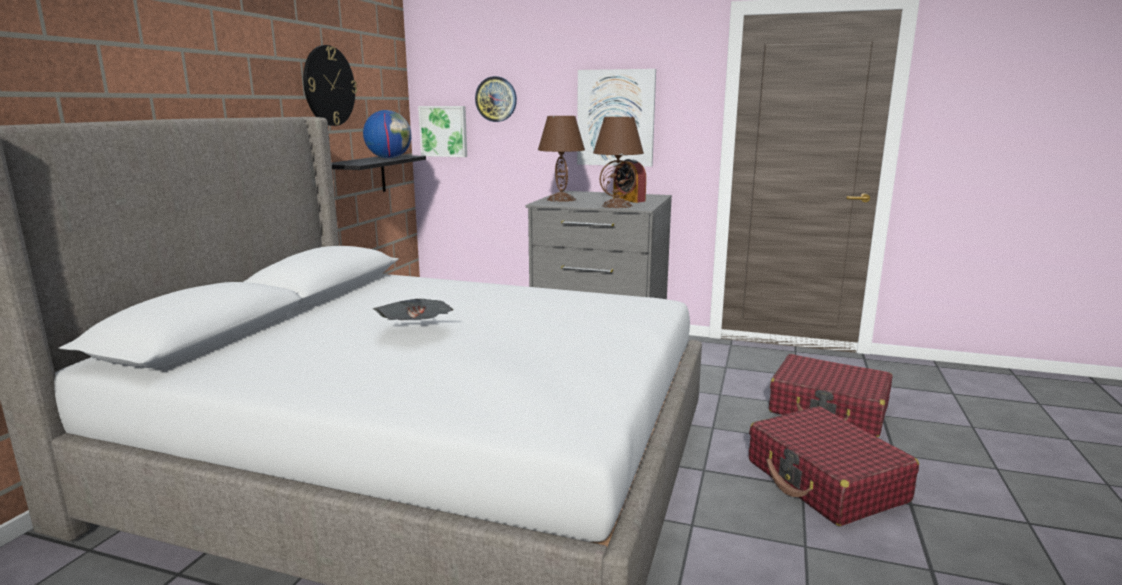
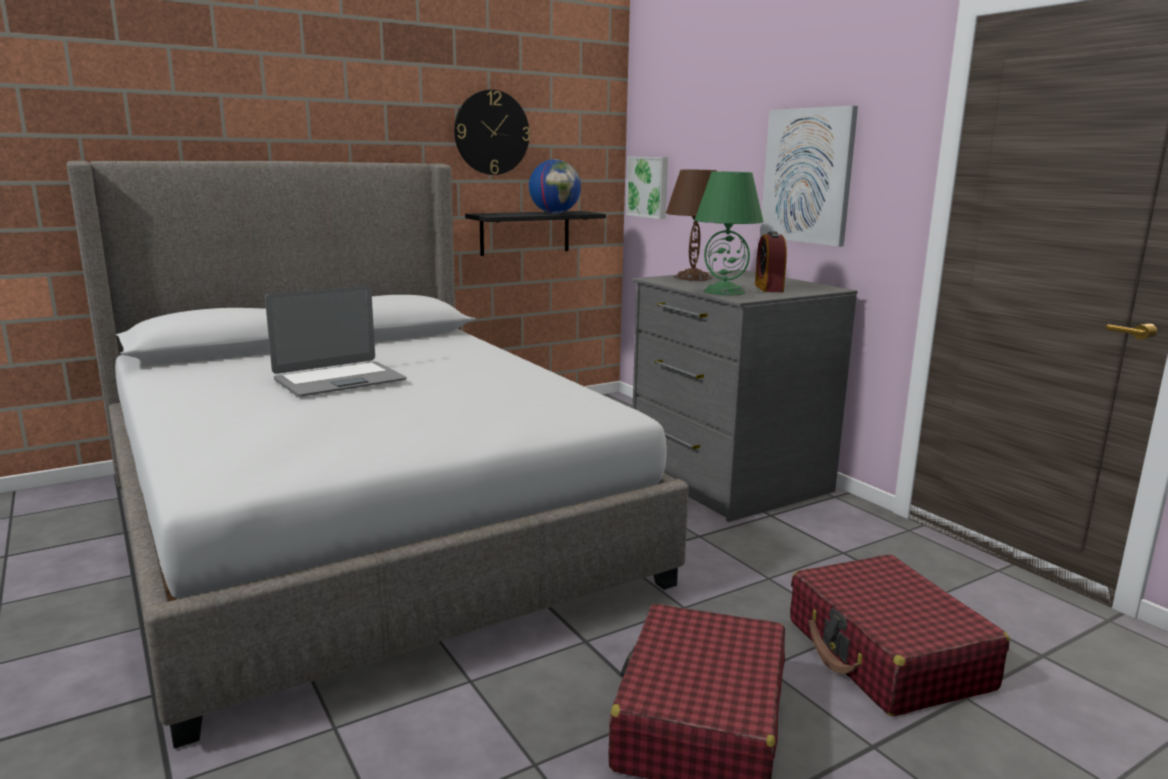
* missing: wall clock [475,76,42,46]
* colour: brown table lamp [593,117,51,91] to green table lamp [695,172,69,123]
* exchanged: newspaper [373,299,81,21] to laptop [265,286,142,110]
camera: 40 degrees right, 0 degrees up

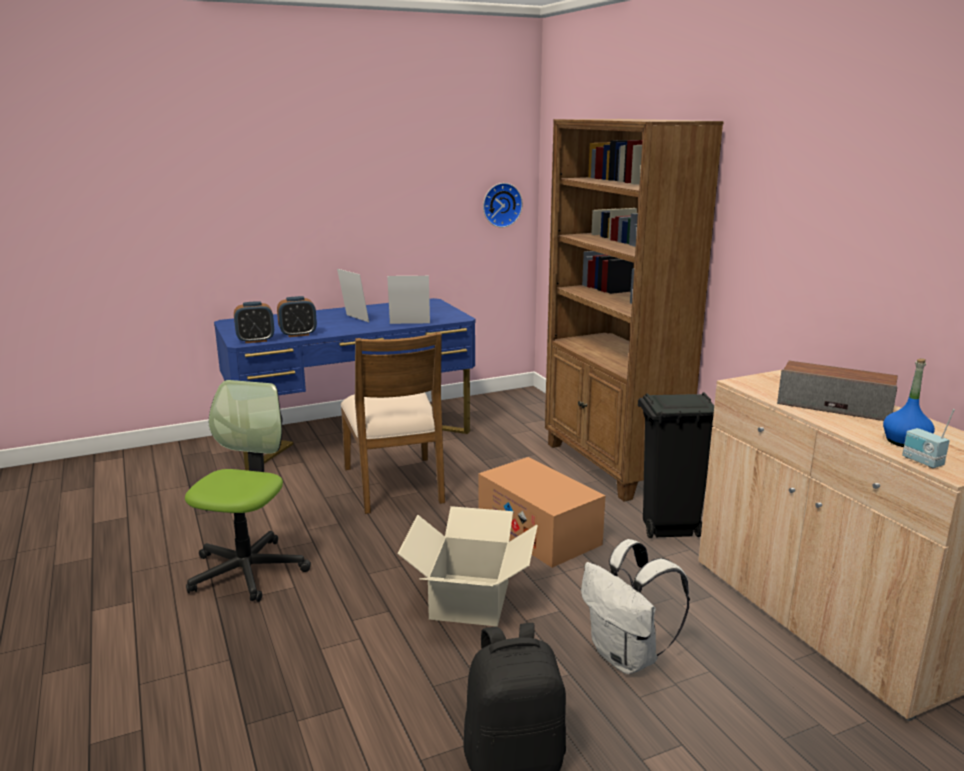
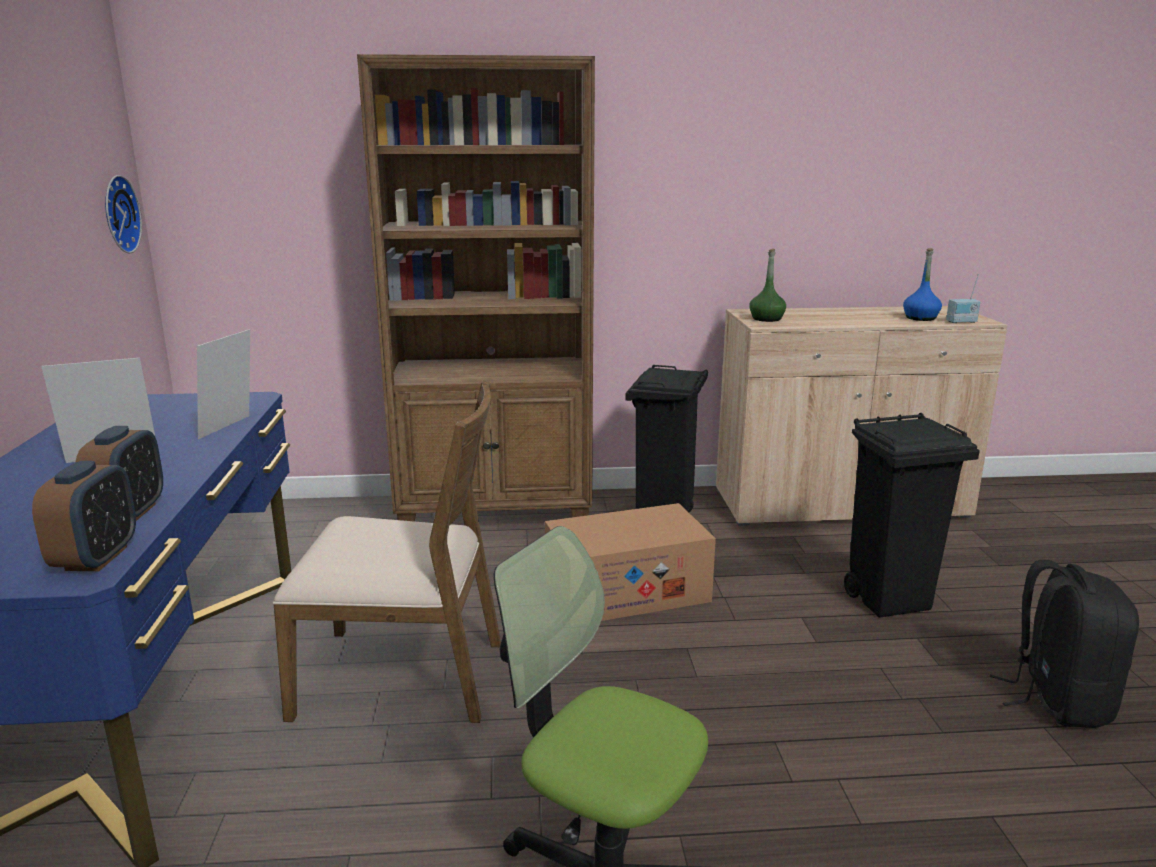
* missing: speaker [777,361,121,60]
* missing: cardboard box [398,506,140,121]
* exchanged: white backpack [581,539,109,135] to black trash can [844,413,136,205]
* appeared: green bottle [749,249,37,73]
camera: 70 degrees left, 0 degrees up

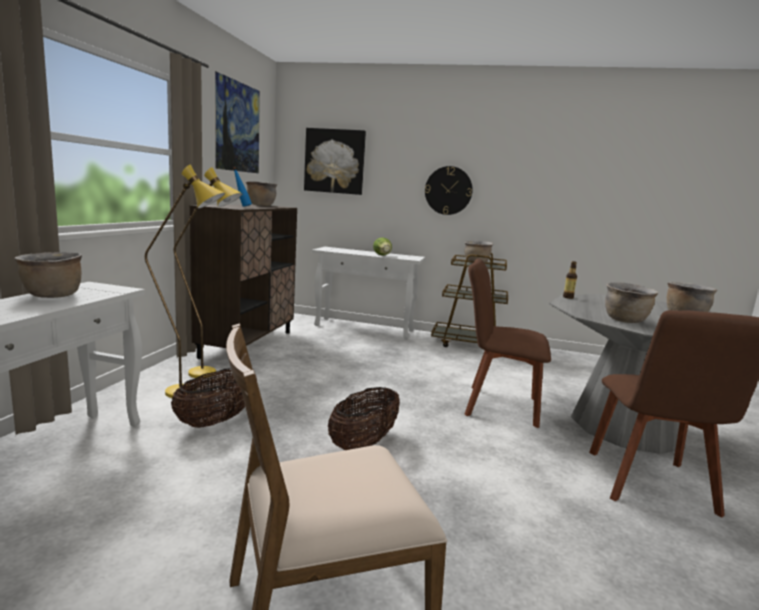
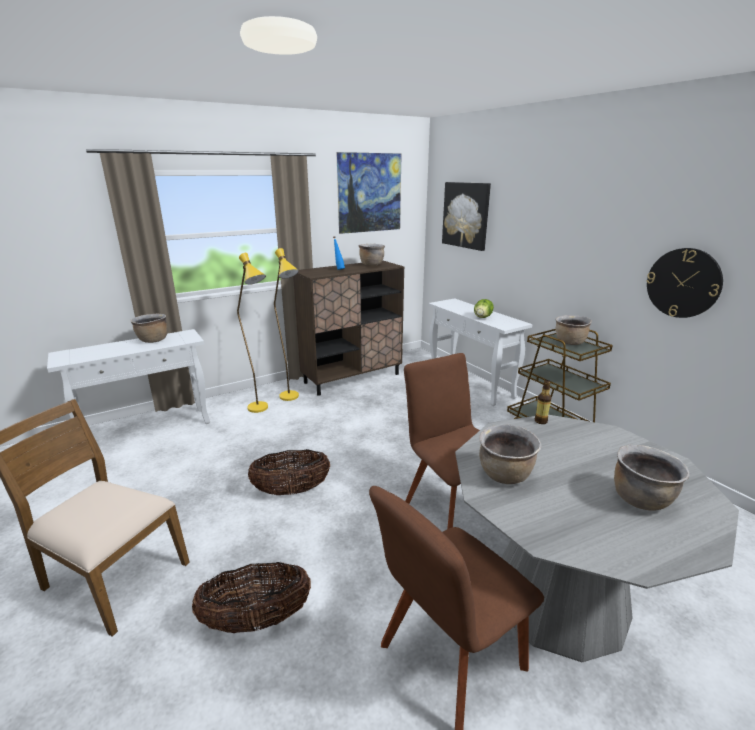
* relocated: wall clock [425,166,48,49] to [646,248,77,70]
* relocated: basket [171,368,86,60] to [192,562,119,71]
camera: 45 degrees right, 10 degrees up

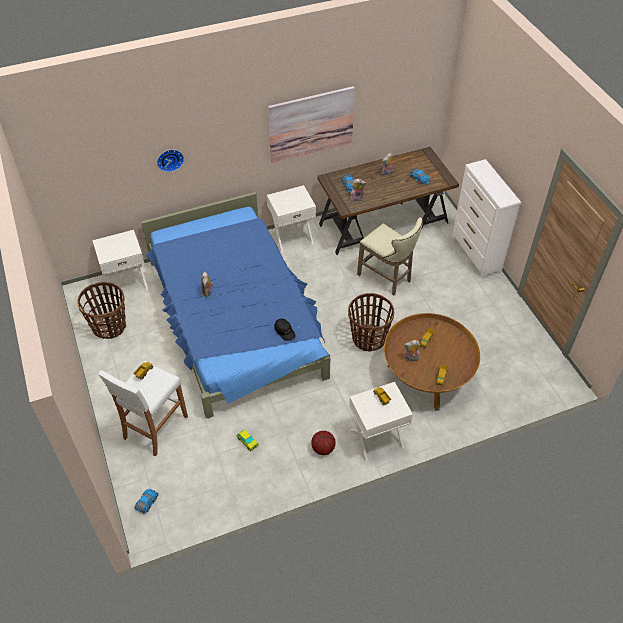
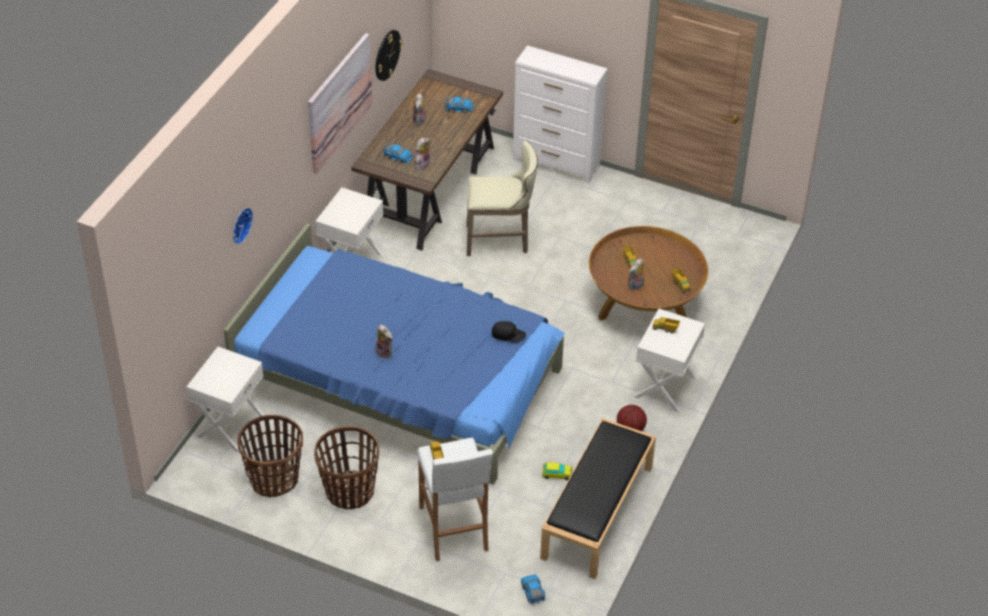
* relocated: basket [348,293,46,58] to [314,426,65,83]
* appeared: wall clock [376,30,26,51]
* appeared: black bench [540,418,116,161]
camera: 45 degrees left, 5 degrees down

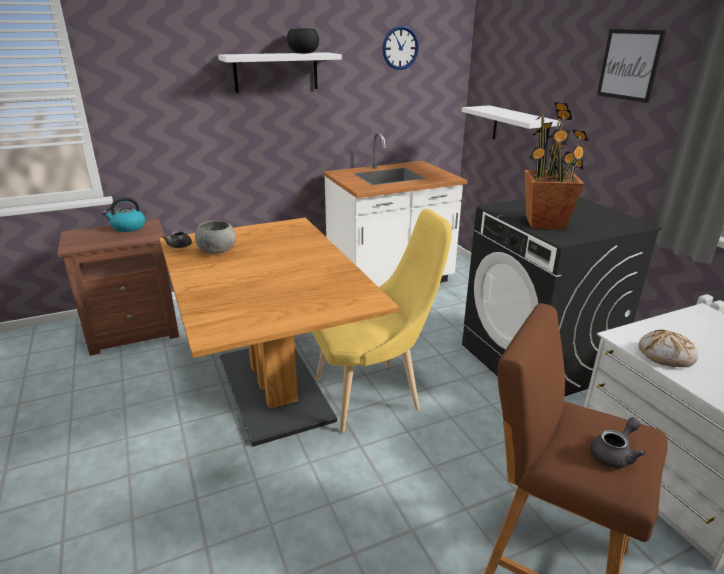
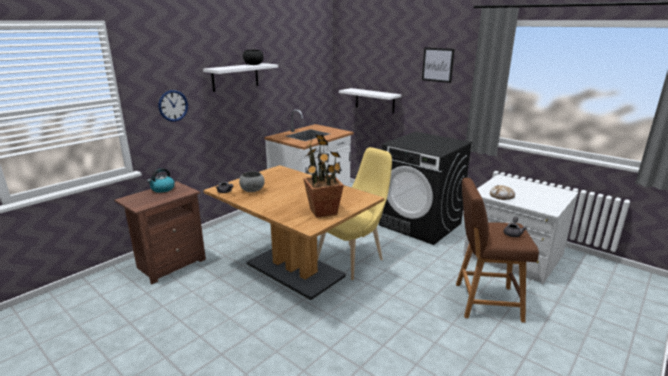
* relocated: wall clock [382,26,37,44] to [159,90,29,32]
* relocated: potted plant [524,102,65,128] to [303,135,41,83]
camera: 25 degrees left, 5 degrees down

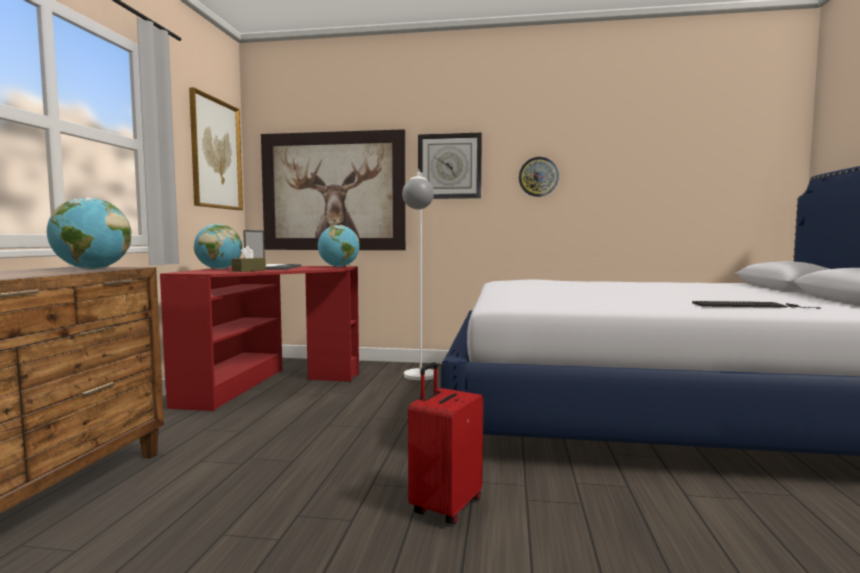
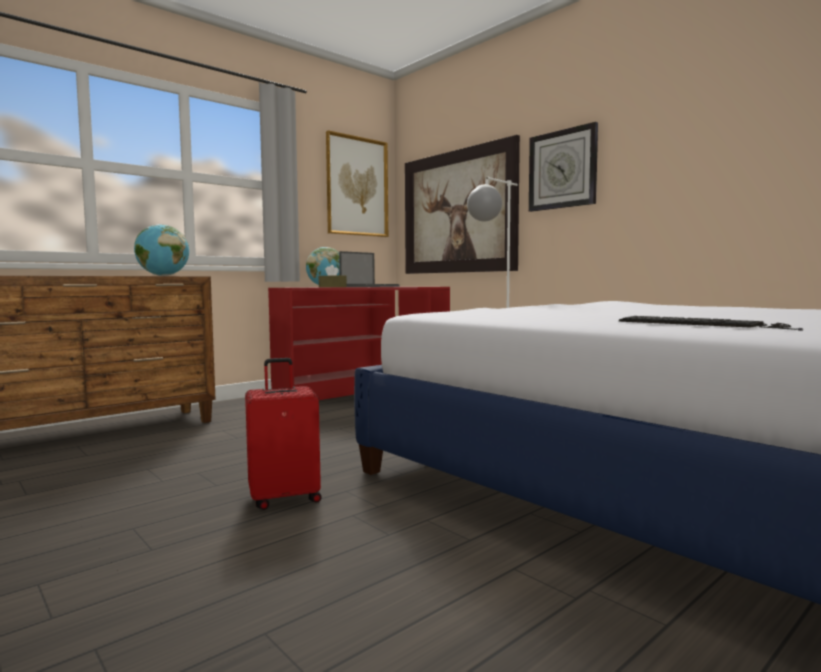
* missing: wall clock [519,157,40,40]
* missing: globe [318,225,41,42]
camera: 40 degrees right, 0 degrees up

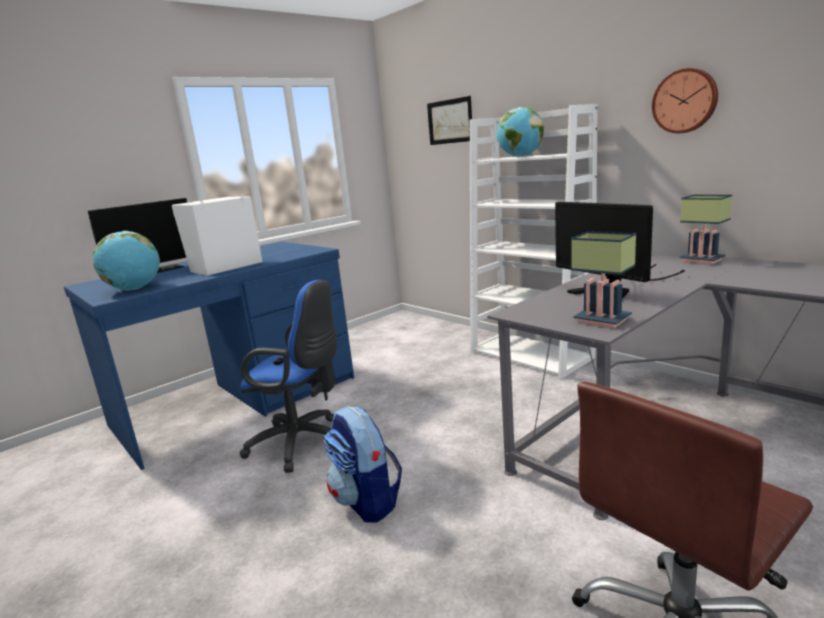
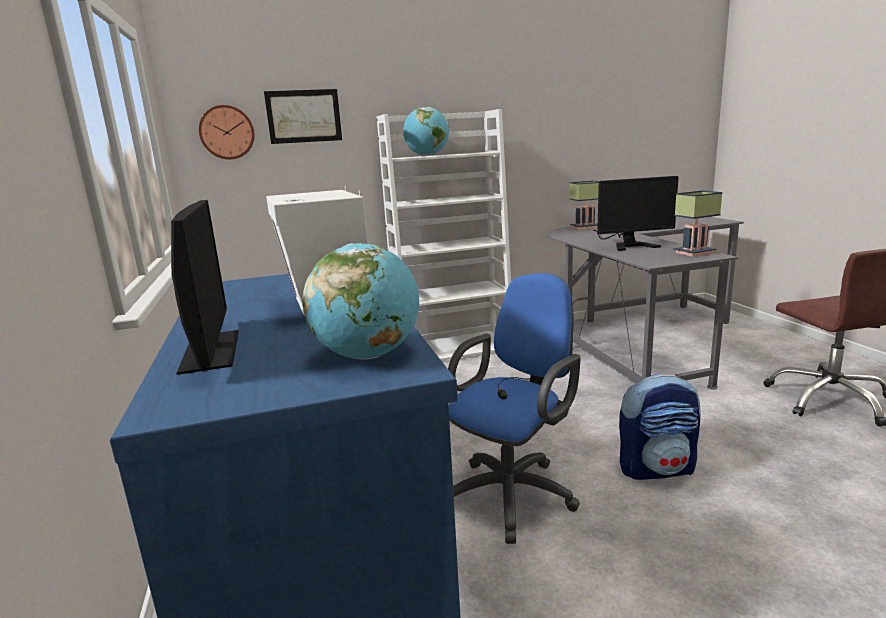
* relocated: wall clock [652,68,66,65] to [199,105,56,54]
camera: 65 degrees left, 0 degrees up

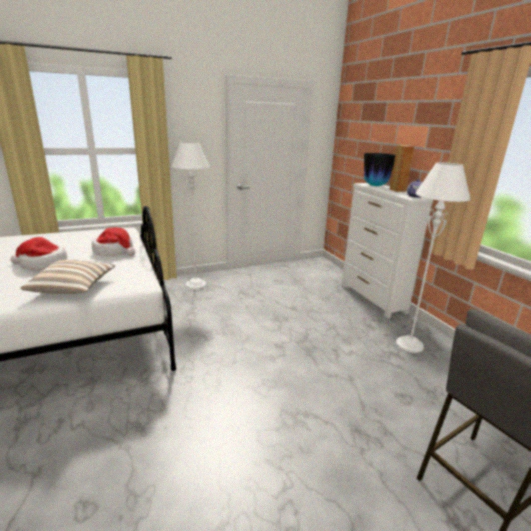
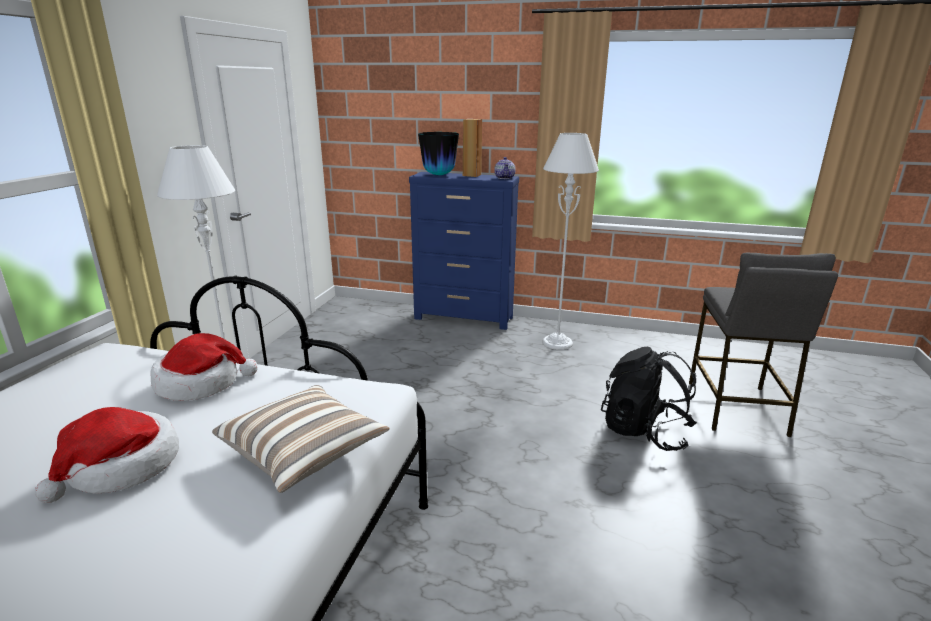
* colour: white dresser [341,183,92,135] to blue dresser [409,172,110,158]
* appeared: black backpack [601,347,96,104]
camera: 50 degrees left, 0 degrees up

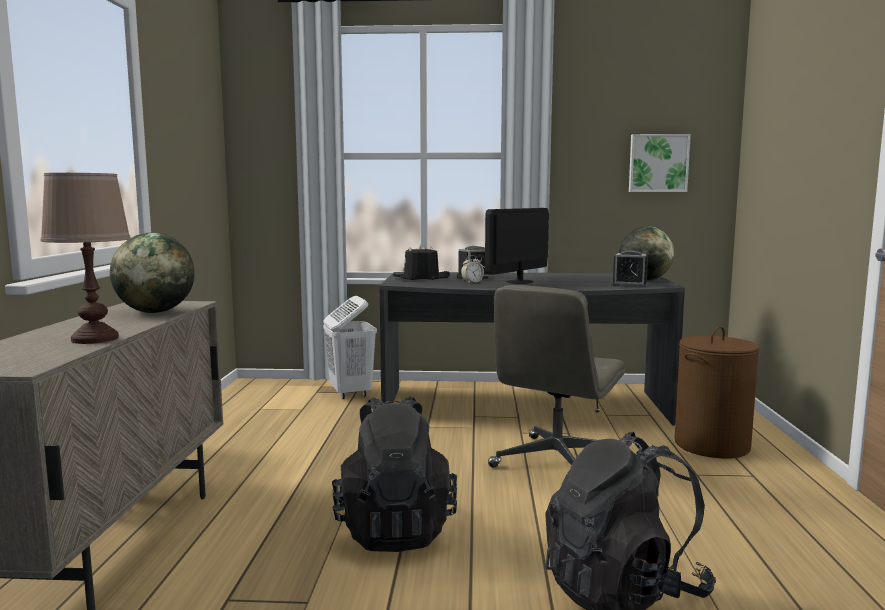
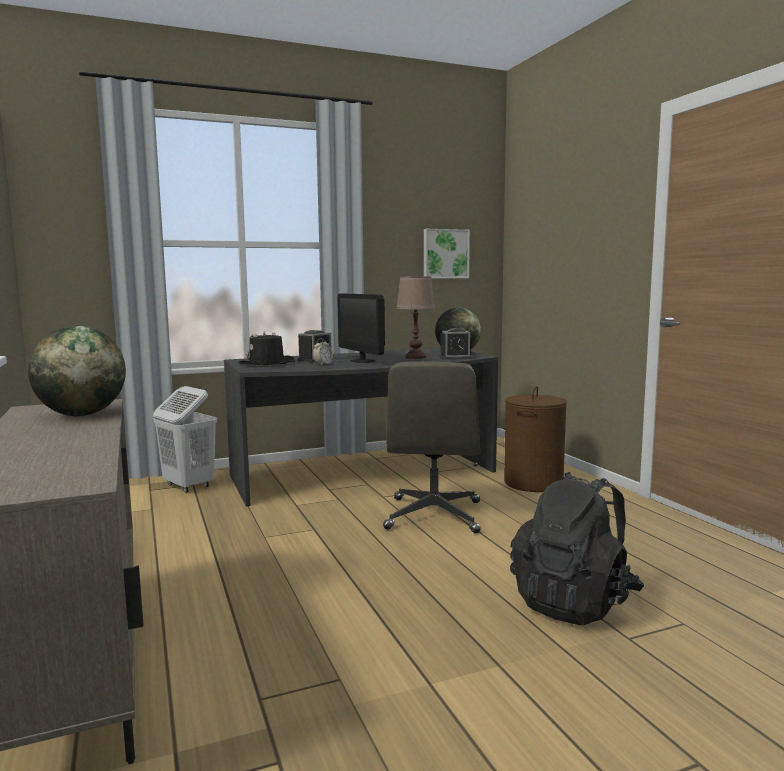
* relocated: brown table lamp [40,173,91,171] to [396,276,39,83]
* spun: monitor [485,208,64,76] = [337,294,48,69] 45 degrees counterclockwise
* missing: black backpack [332,396,125,156]
camera: 25 degrees left, 0 degrees up

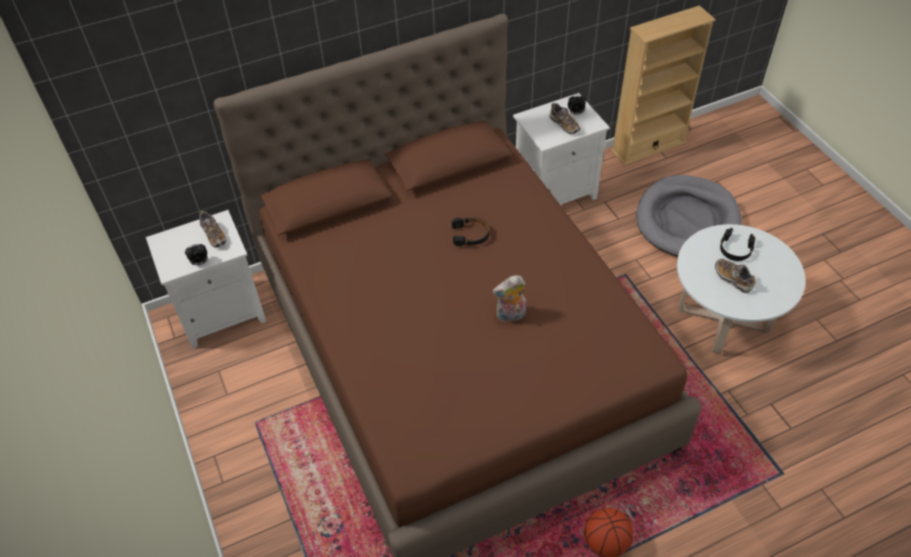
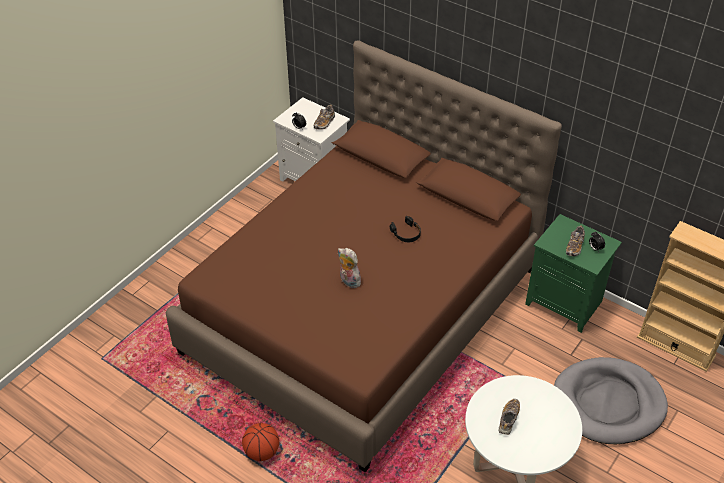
* colour: white nightstand [513,93,97,112] to green nightstand [525,214,97,119]
* missing: black headphones [720,228,35,33]
camera: 60 degrees right, 5 degrees down

